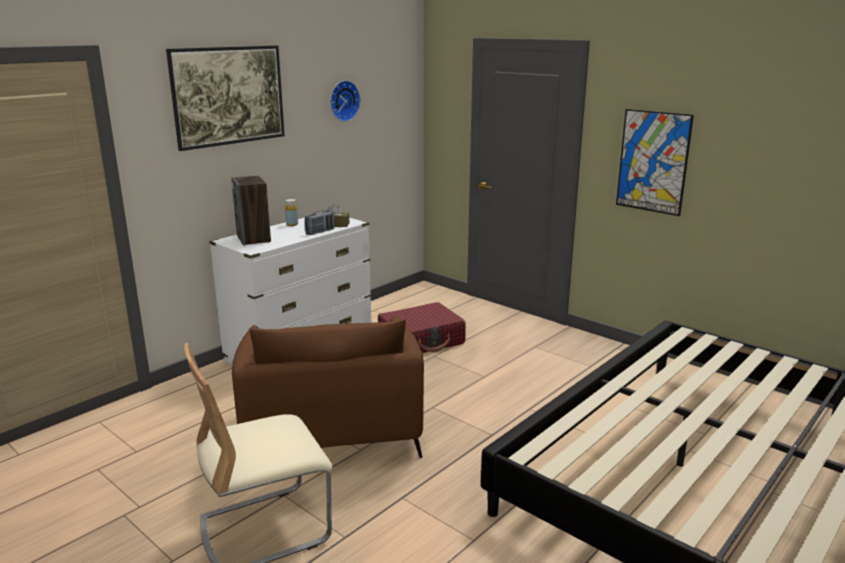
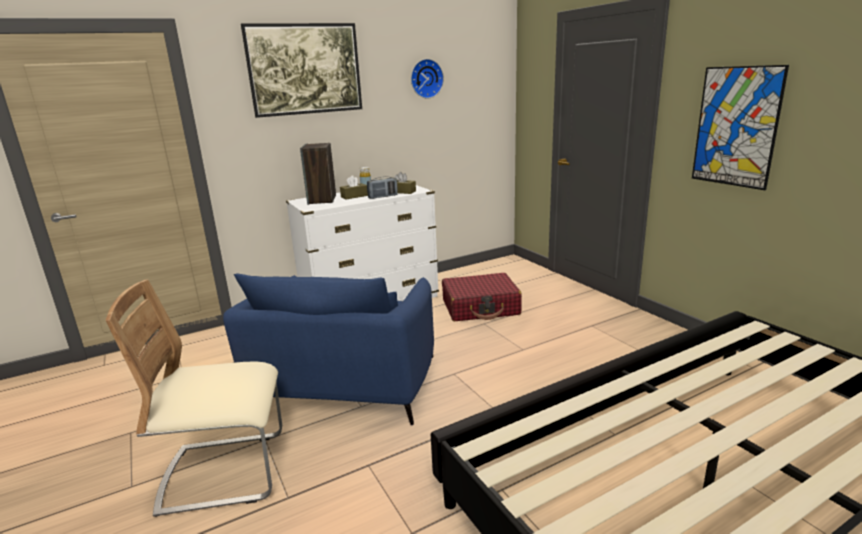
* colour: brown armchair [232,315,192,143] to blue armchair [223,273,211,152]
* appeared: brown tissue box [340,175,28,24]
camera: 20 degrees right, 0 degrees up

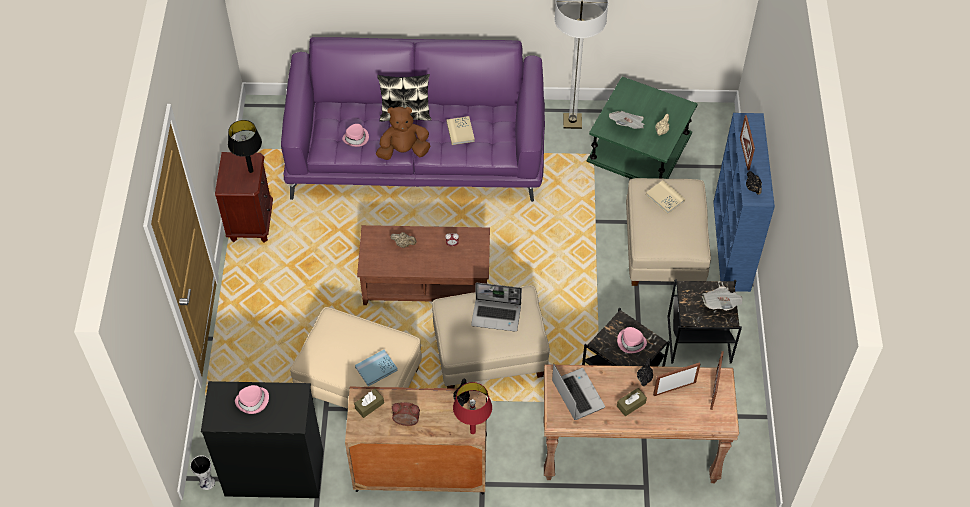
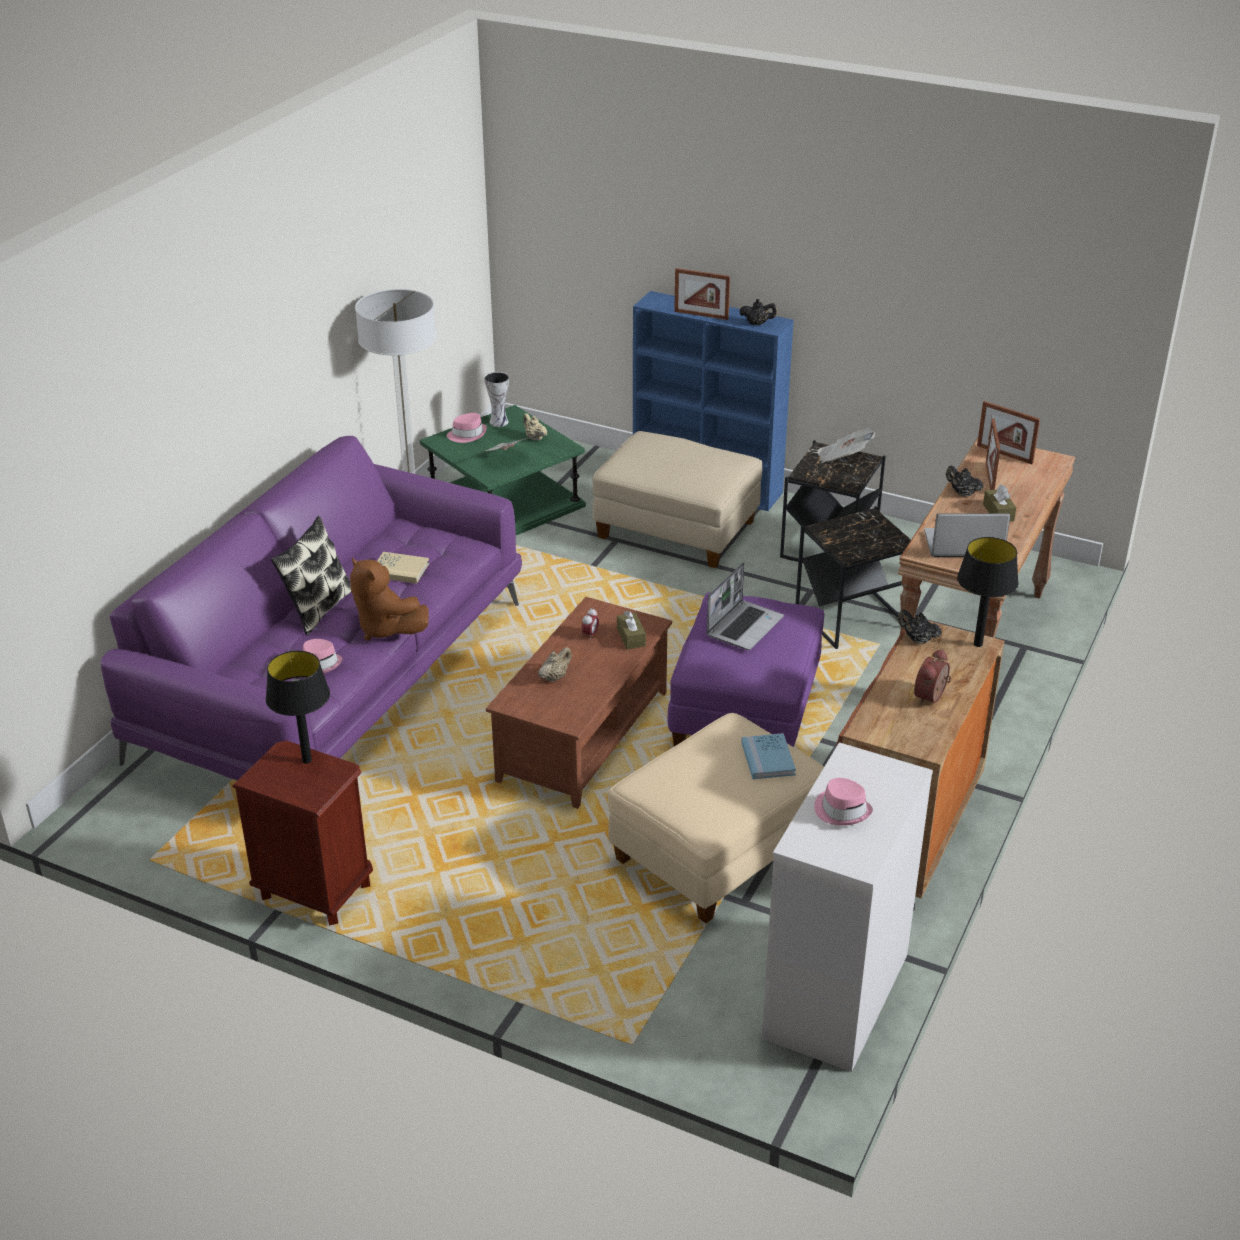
* spun: brown plush toy [376,107,54,53] = [350,558,79,83] 60 degrees counterclockwise
* missing: beige book [646,180,39,34]
* colour: beige ottoman [432,285,118,104] to purple ottoman [667,592,157,155]
* relocated: pink hat [617,327,30,26] to [447,413,40,30]
* colour: black dresser [201,381,122,117] to white dresser [761,742,172,330]
* colour: red table lamp [453,382,39,52] to black table lamp [957,537,62,110]
* relocated: brown tissue box [354,389,30,29] to [617,611,29,38]
* relocated: vase [190,455,25,35] to [484,372,25,55]
camera: 65 degrees left, 20 degrees down

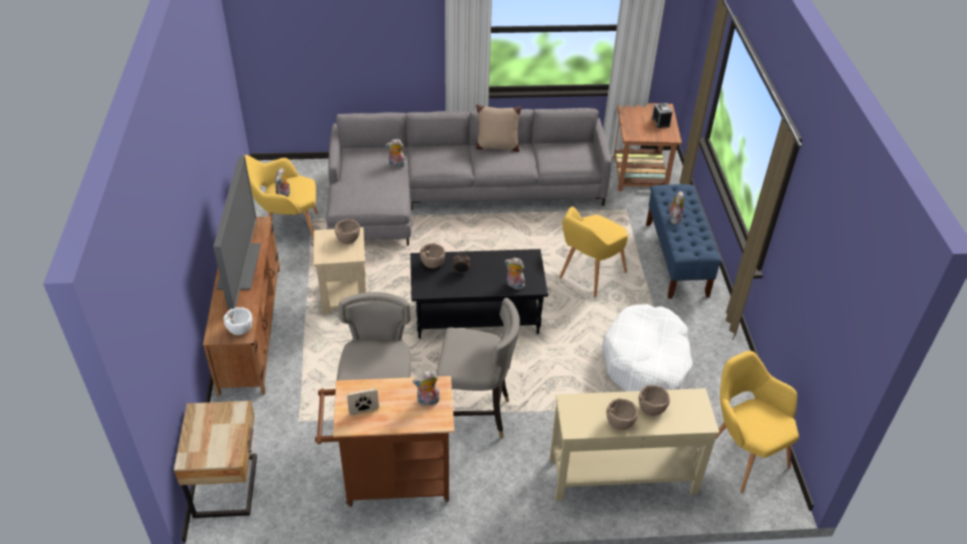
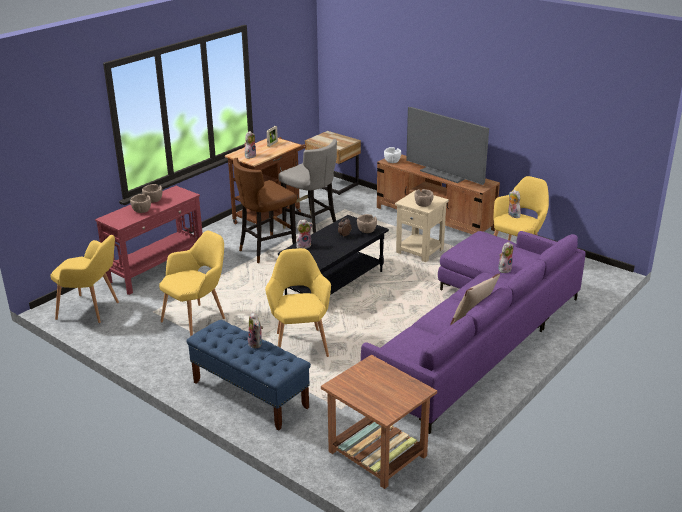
* missing: alarm clock [652,103,21,25]
* colour: grey sofa [326,108,286,137] to purple sofa [361,231,225,203]
* colour: grey stool [436,298,84,141] to brown stool [233,158,64,105]
* exchanged: white dog bed [602,304,91,88] to yellow armchair [159,231,66,106]
* colour: beige console table [550,388,169,113] to red console table [95,186,108,109]
camera: 135 degrees right, 15 degrees down

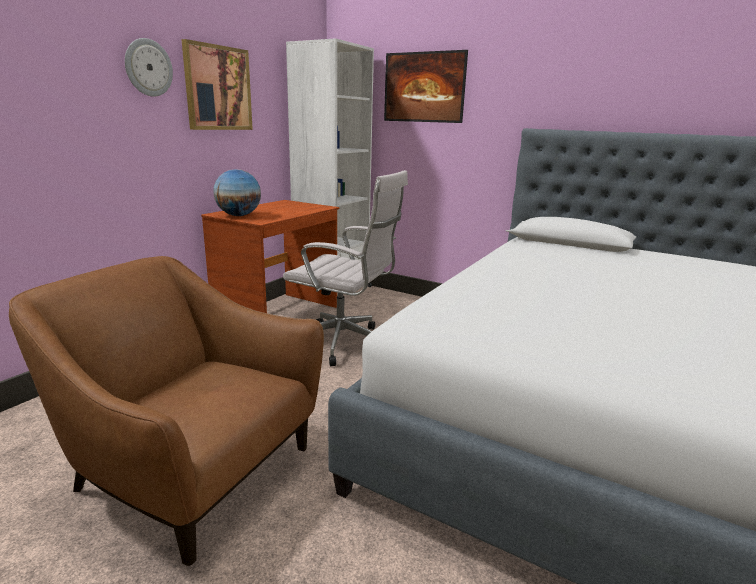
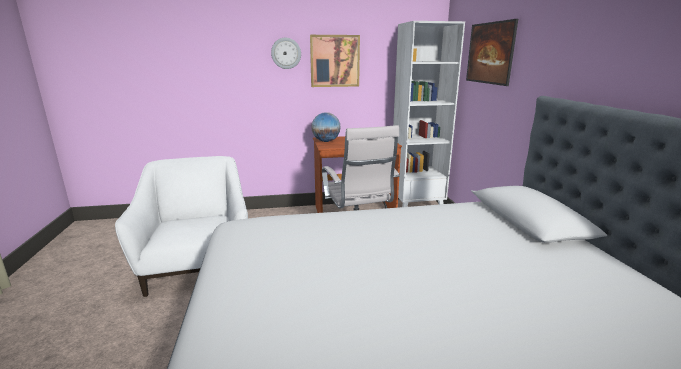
* colour: brown armchair [9,256,315,310] to white armchair [115,156,133,141]
camera: 50 degrees right, 0 degrees up

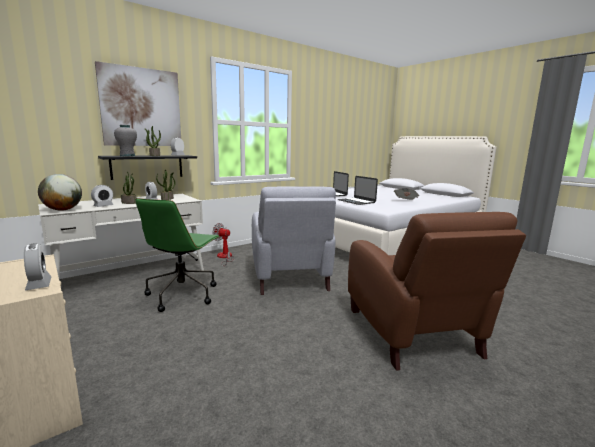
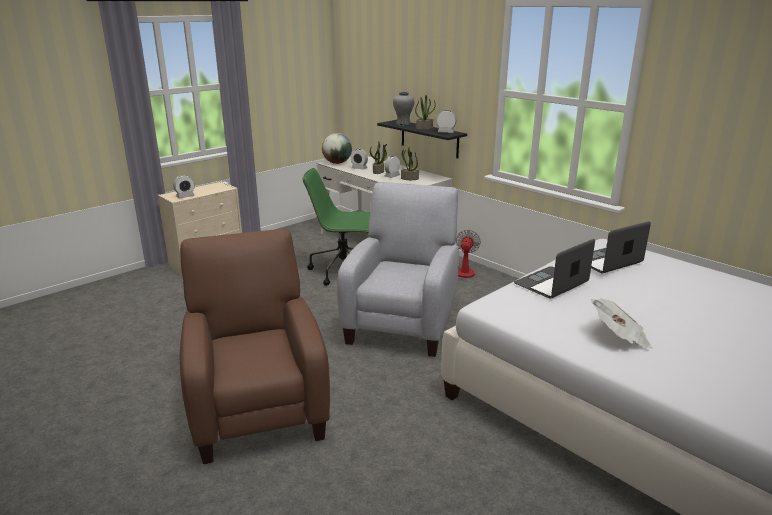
* missing: picture [95,61,86,85]
* spun: grey armchair [252,187,84,108] = [337,182,122,175] 120 degrees clockwise
* spun: brown armchair [348,212,178,159] = [180,229,150,235] 90 degrees clockwise
camera: 85 degrees right, 10 degrees up

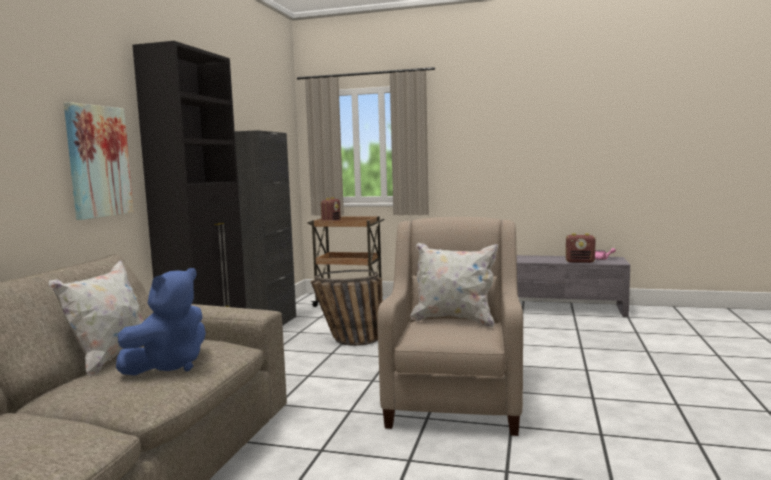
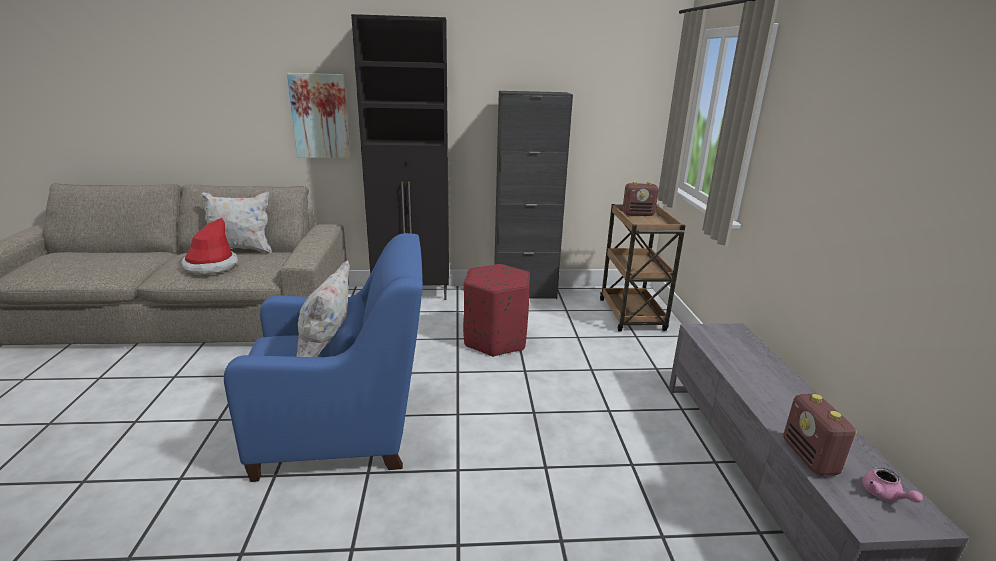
* colour: beige armchair [378,217,145,219] to blue armchair [224,233,199,249]
* exchanged: blue plush toy [116,268,90,107] to hat [181,218,57,56]
* exchanged: basket [310,270,73,76] to red ottoman [463,264,67,93]
camera: 70 degrees right, 15 degrees up

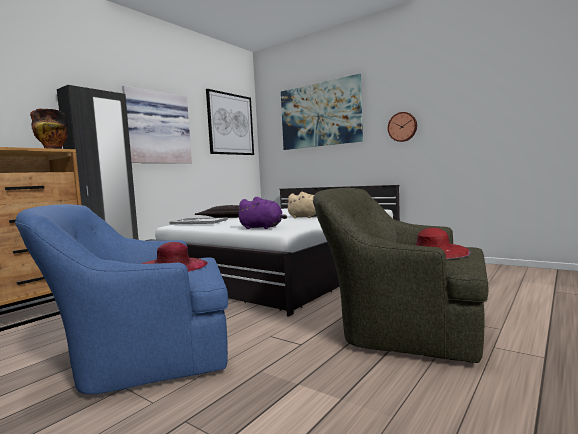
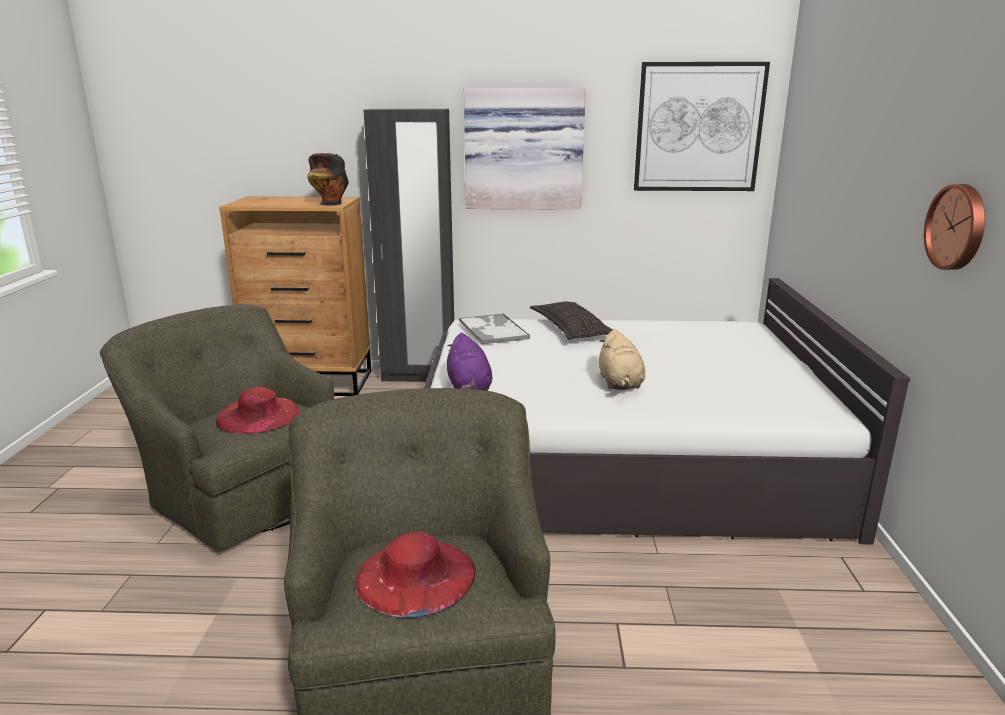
* missing: picture [281,74,82,76]
* colour: blue armchair [15,204,213,190] to green armchair [100,304,234,248]
camera: 55 degrees right, 15 degrees up

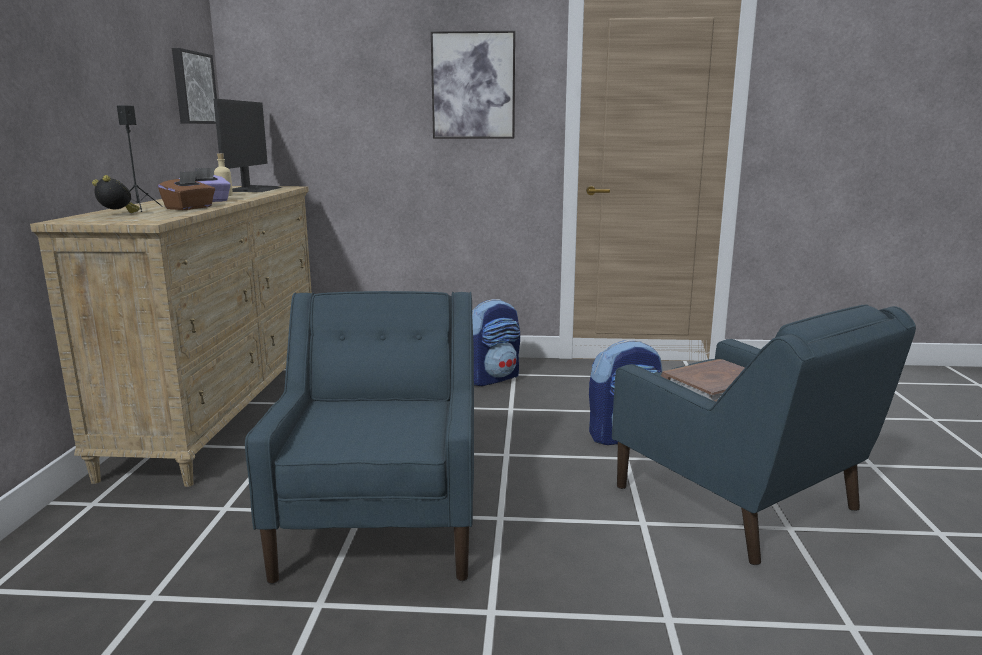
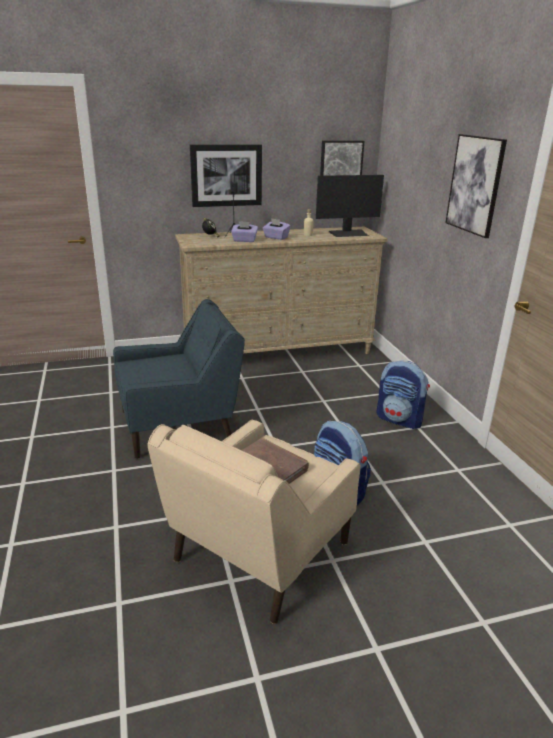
* colour: brown tissue box [158,171,57,39] to purple tissue box [231,221,27,21]
* colour: blue armchair [612,305,304,261] to beige armchair [147,420,213,204]
* appeared: picture [190,144,72,63]
camera: 70 degrees right, 10 degrees up

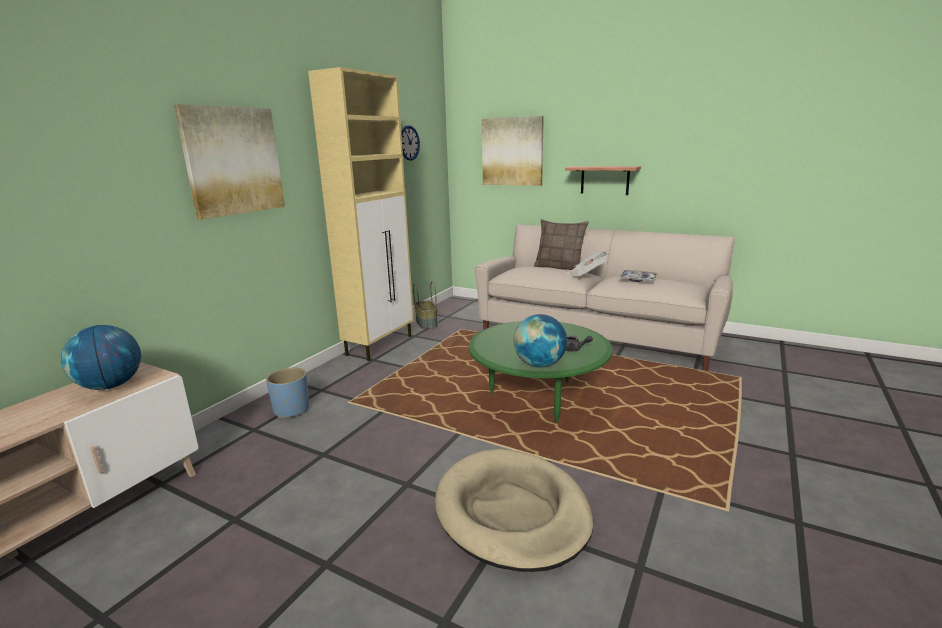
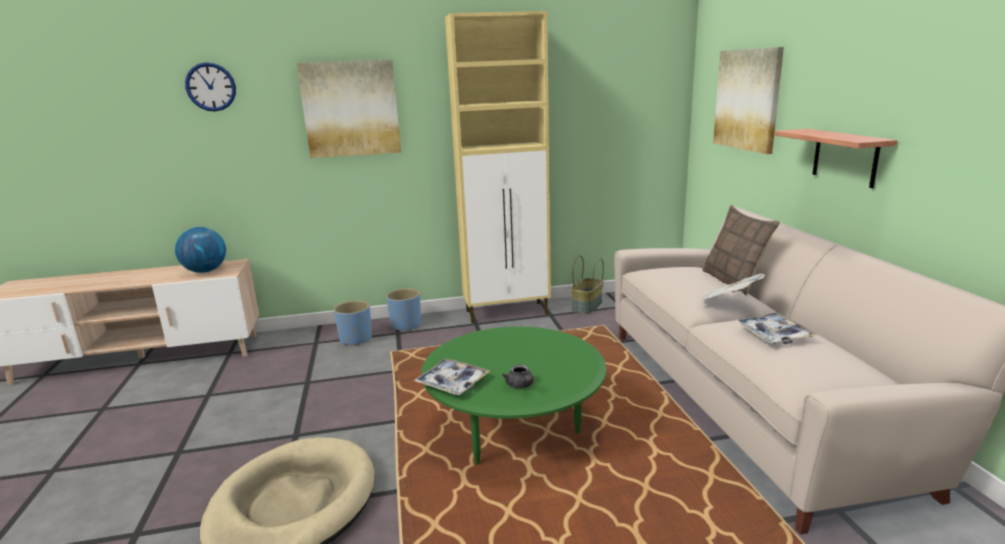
* relocated: wall clock [401,125,19,36] to [185,62,51,49]
* exchanged: globe [513,314,54,54] to tray [414,359,76,36]
* appeared: blue planter [386,288,35,43]
camera: 50 degrees right, 0 degrees up

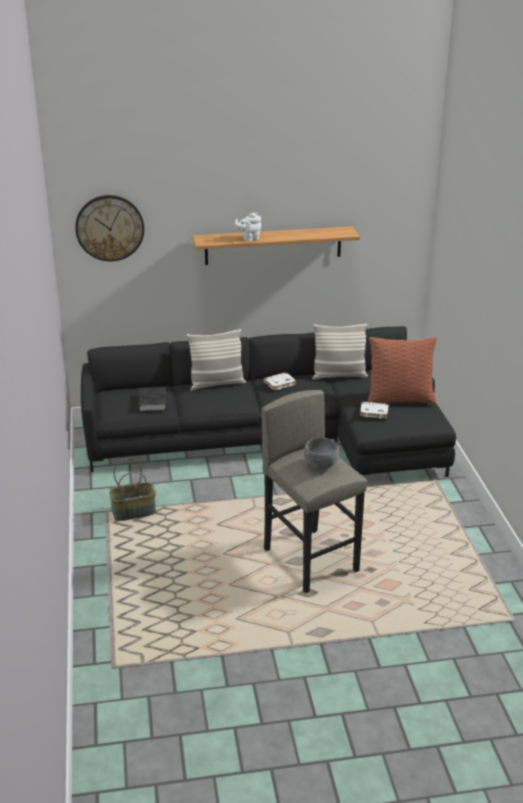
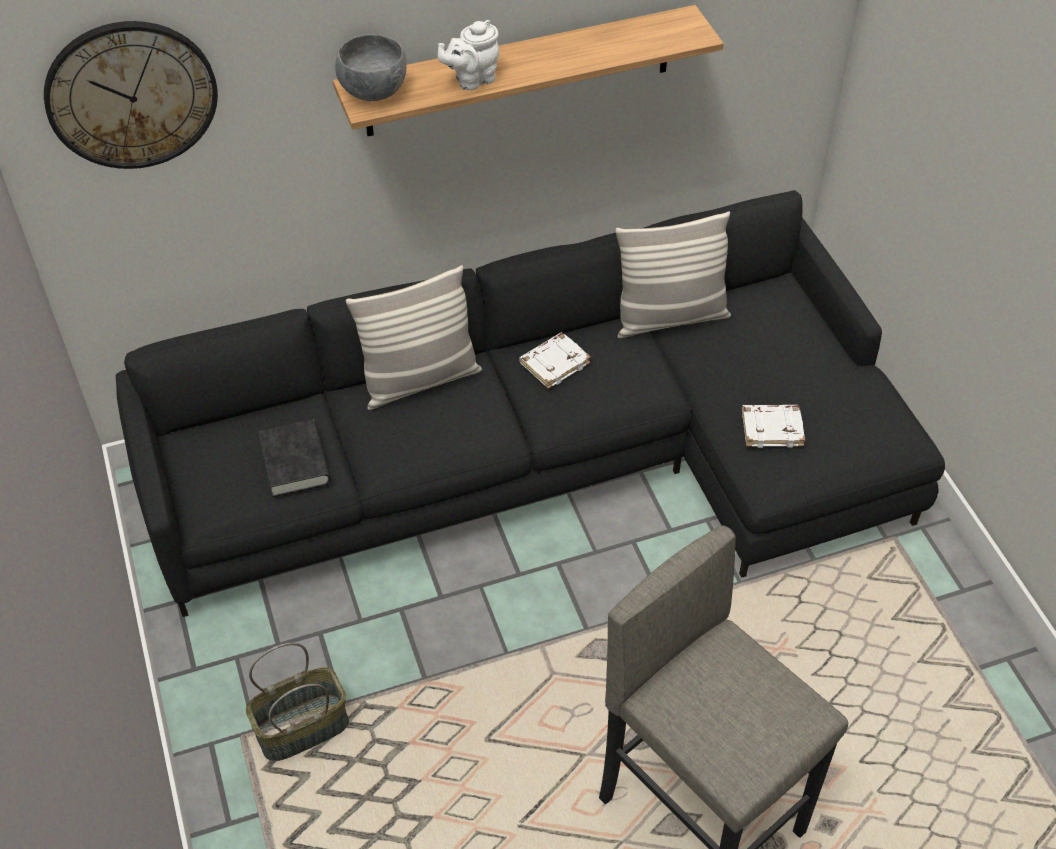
* missing: pillow [368,337,69,67]
* relocated: grey bowl [304,437,35,33] to [335,34,72,67]
camera: 10 degrees left, 20 degrees up

